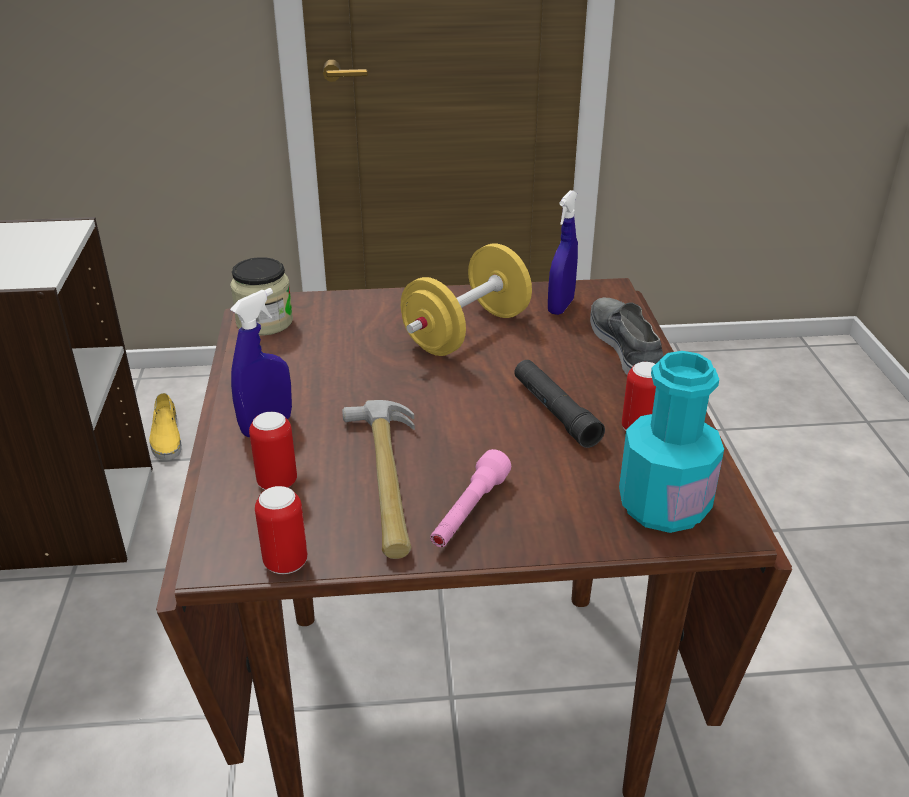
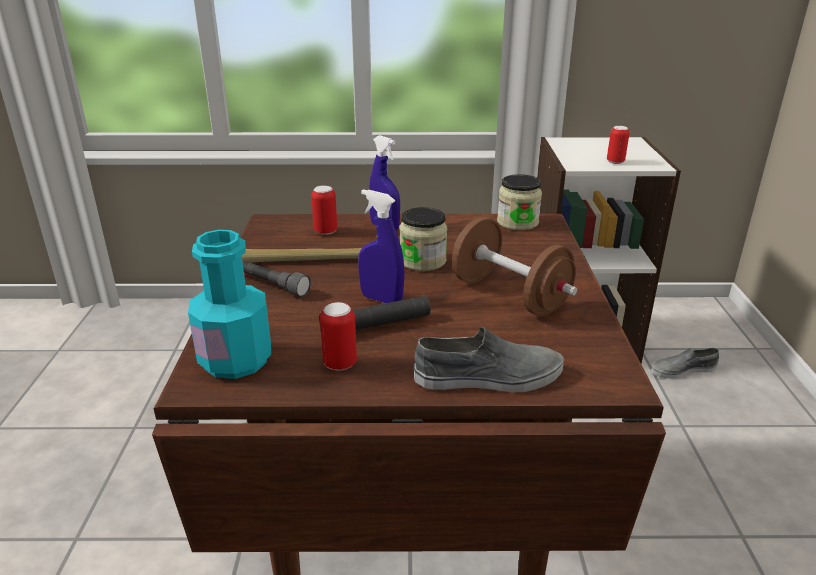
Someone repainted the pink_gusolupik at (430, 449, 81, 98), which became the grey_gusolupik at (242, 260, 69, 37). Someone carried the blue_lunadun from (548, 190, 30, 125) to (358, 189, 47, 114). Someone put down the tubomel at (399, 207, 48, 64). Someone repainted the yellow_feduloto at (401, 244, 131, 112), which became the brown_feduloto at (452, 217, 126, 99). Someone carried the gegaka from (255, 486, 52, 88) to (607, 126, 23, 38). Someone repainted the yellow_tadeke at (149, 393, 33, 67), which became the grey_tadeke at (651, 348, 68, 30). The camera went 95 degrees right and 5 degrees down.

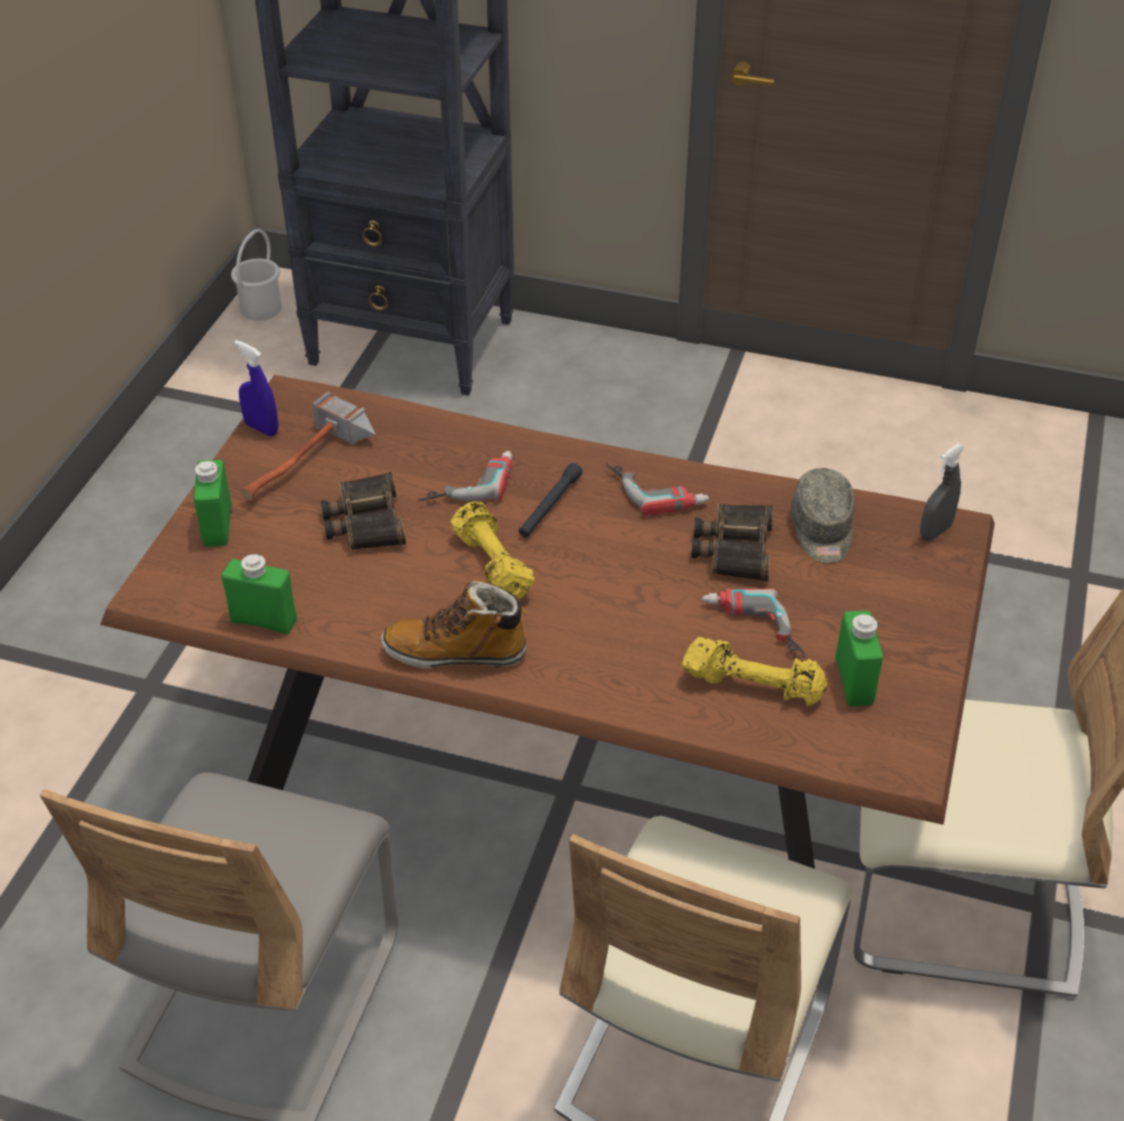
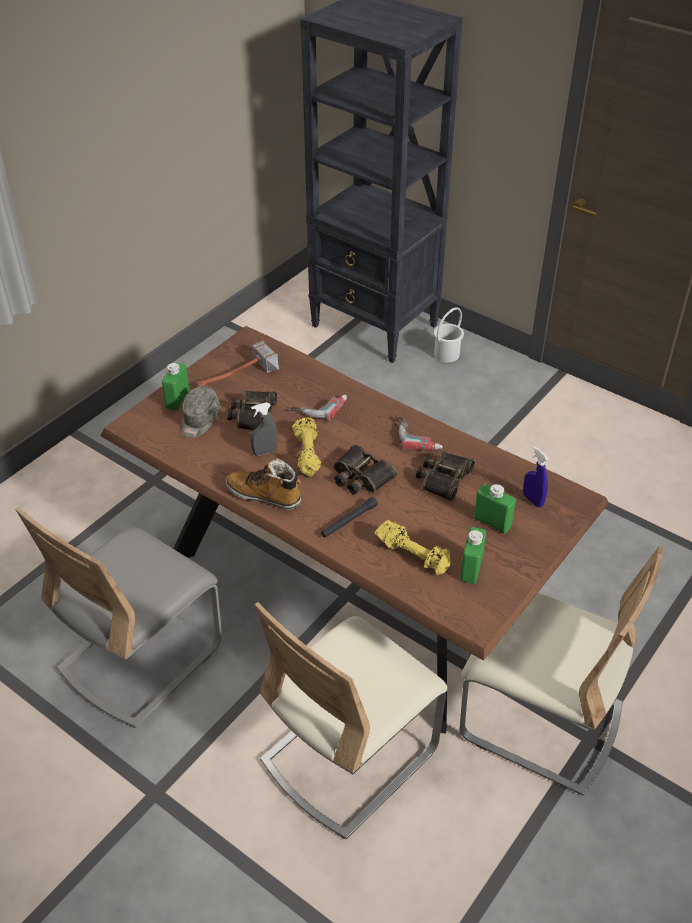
Someone carried the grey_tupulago from (791, 468, 64, 95) to (181, 386, 40, 52). Someone carried the grey_lunadun from (920, 444, 44, 97) to (251, 403, 27, 53). Someone carried the black_gusolupik from (519, 463, 63, 75) to (321, 497, 57, 41). Someone put down the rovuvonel at (334, 444, 63, 51). Someone carried the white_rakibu from (231, 229, 51, 92) to (434, 308, 30, 54). Someone carried the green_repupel from (222, 553, 75, 81) to (474, 484, 42, 50). Someone carried the blue_lunadun from (234, 340, 44, 96) to (523, 446, 26, 62). Someone took away the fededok at (702, 589, 103, 69). The camera went 20 degrees right and 0 degrees up.

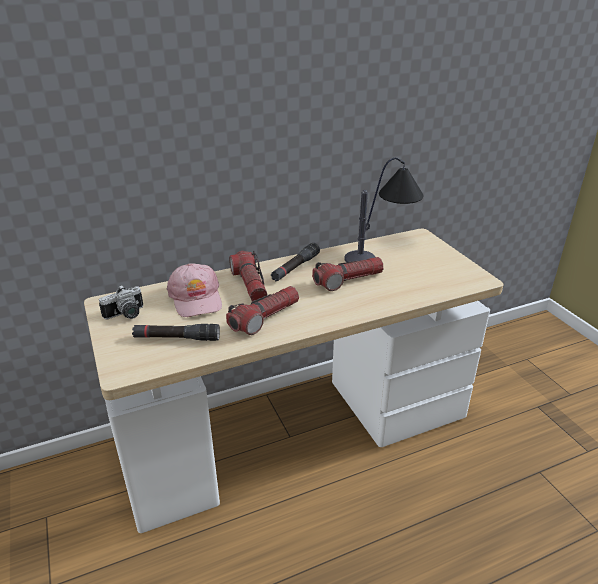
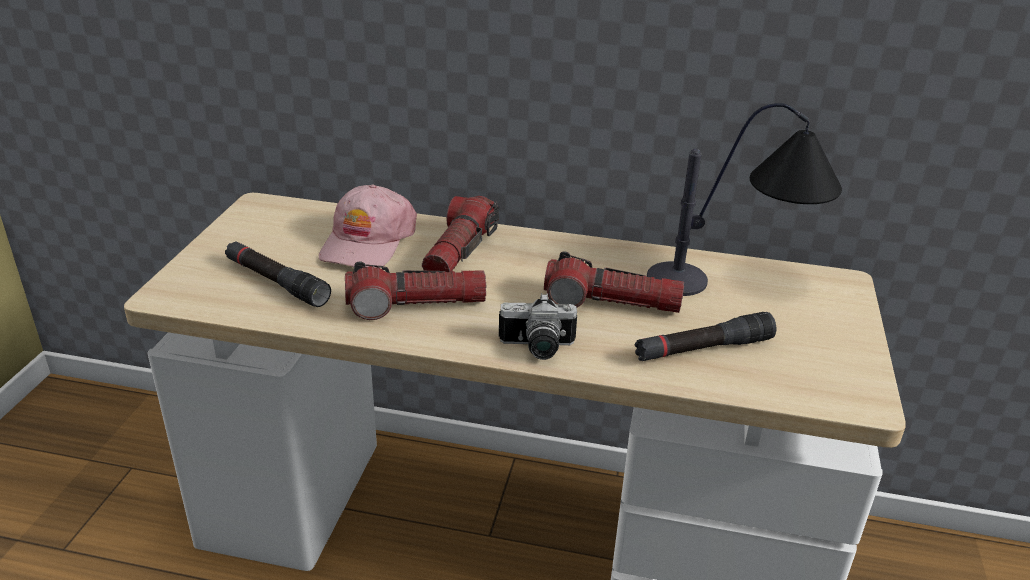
Someone carried the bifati from (99, 285, 44, 35) to (499, 293, 78, 67). Someone carried the black_gusolupik from (271, 243, 49, 38) to (635, 312, 142, 49). The camera went 35 degrees right and 0 degrees up.

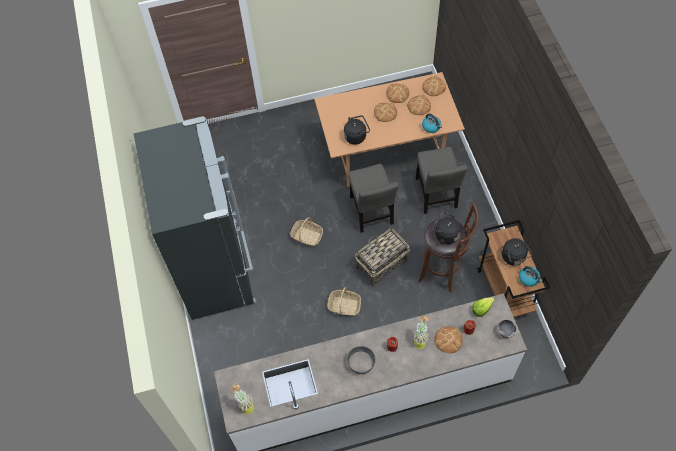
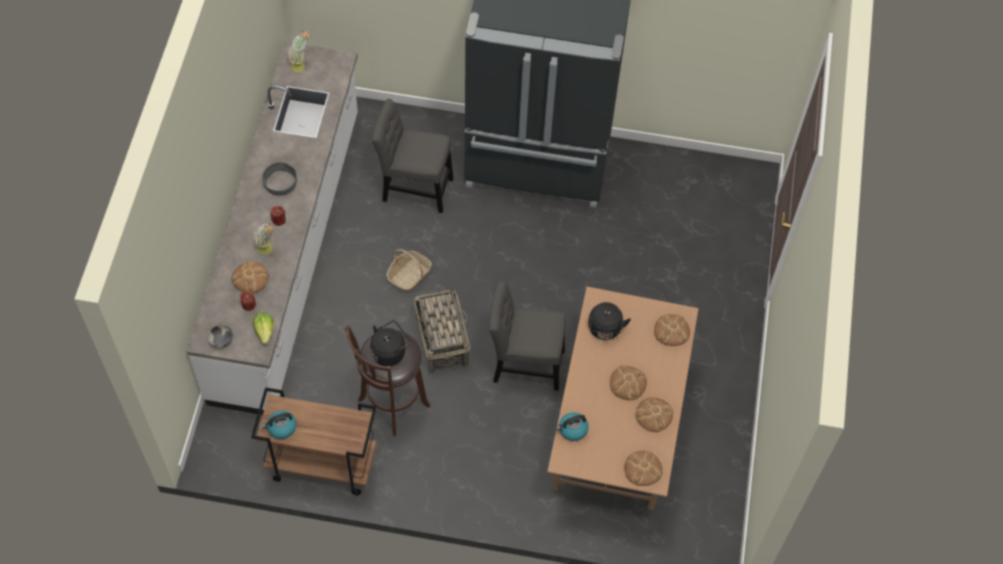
Someone carried the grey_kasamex from (416, 147, 52, 67) to (372, 99, 81, 114). Someone carried the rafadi from (407, 95, 24, 20) to (654, 314, 36, 32). Someone took away the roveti at (290, 217, 33, 30). Someone took away the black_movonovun at (502, 238, 30, 28). The camera went 110 degrees right and 0 degrees up.

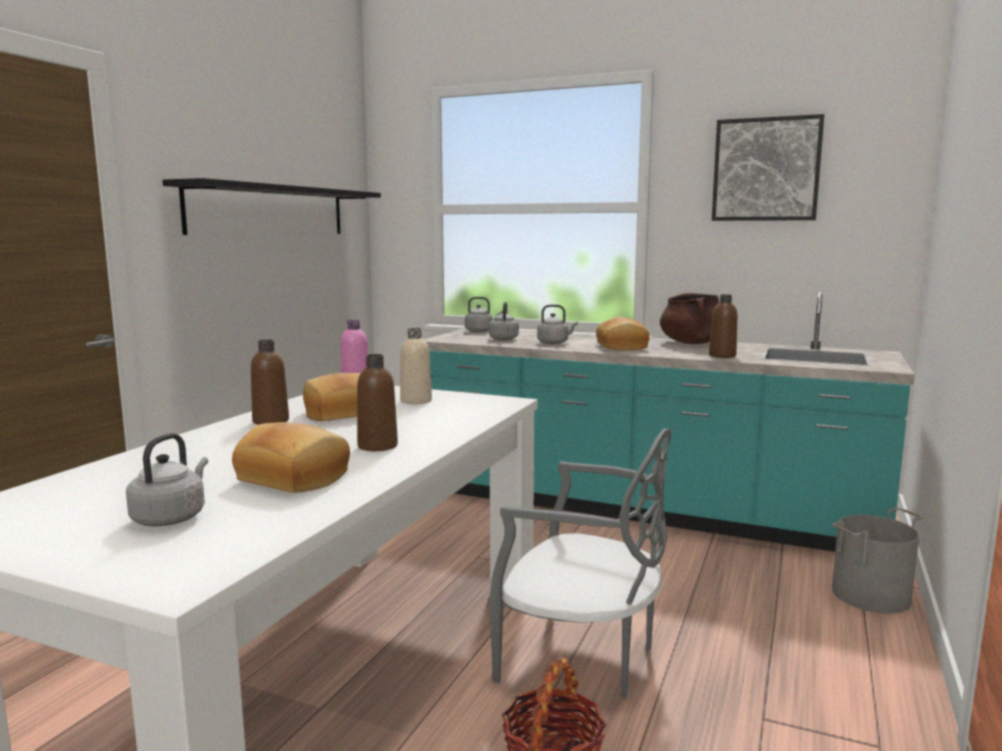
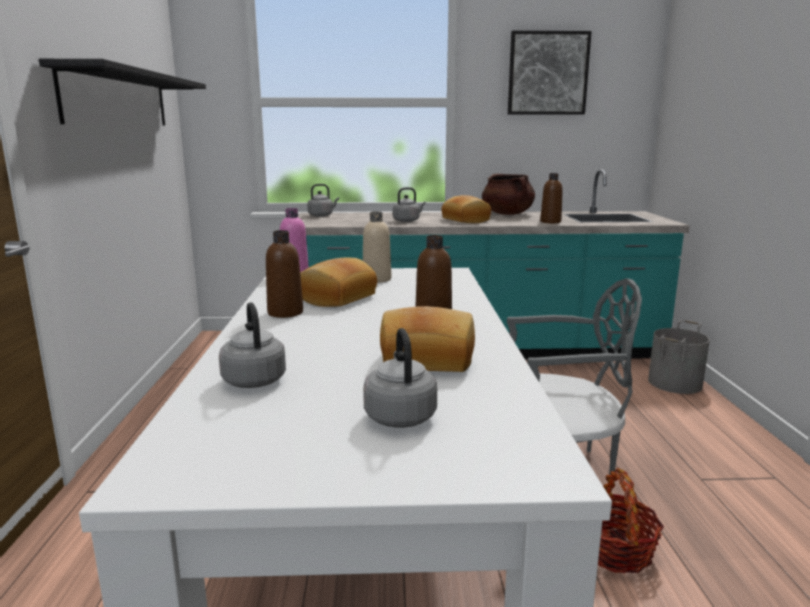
Someone carried the grey_movonovun from (489, 302, 30, 38) to (219, 302, 67, 86). The camera went 25 degrees left and 5 degrees up.

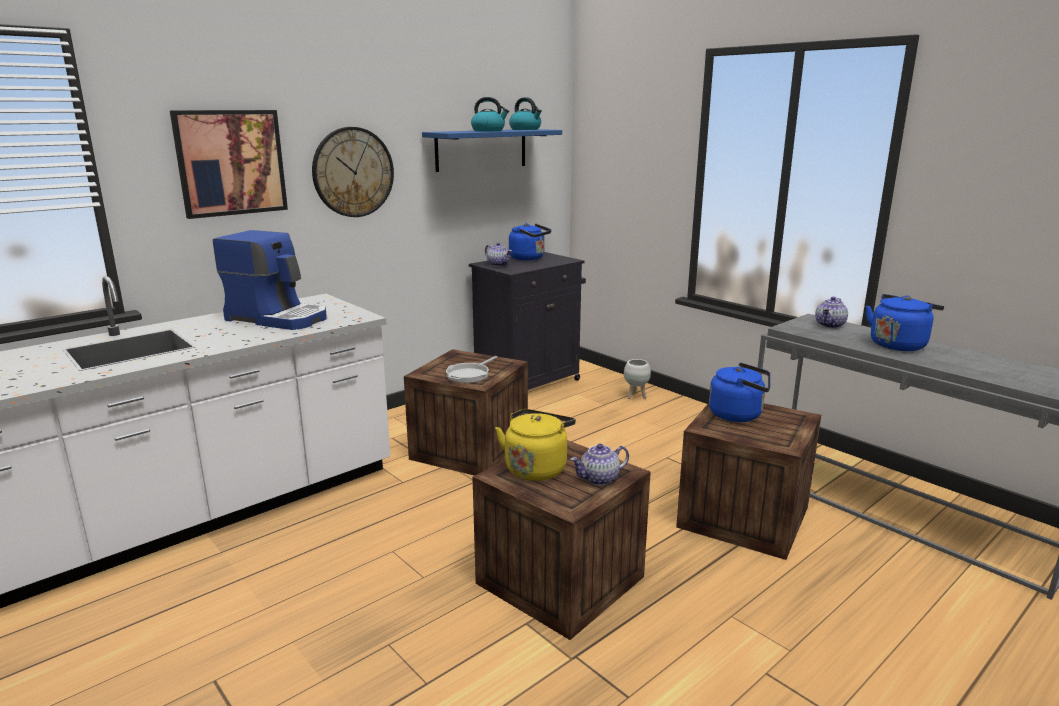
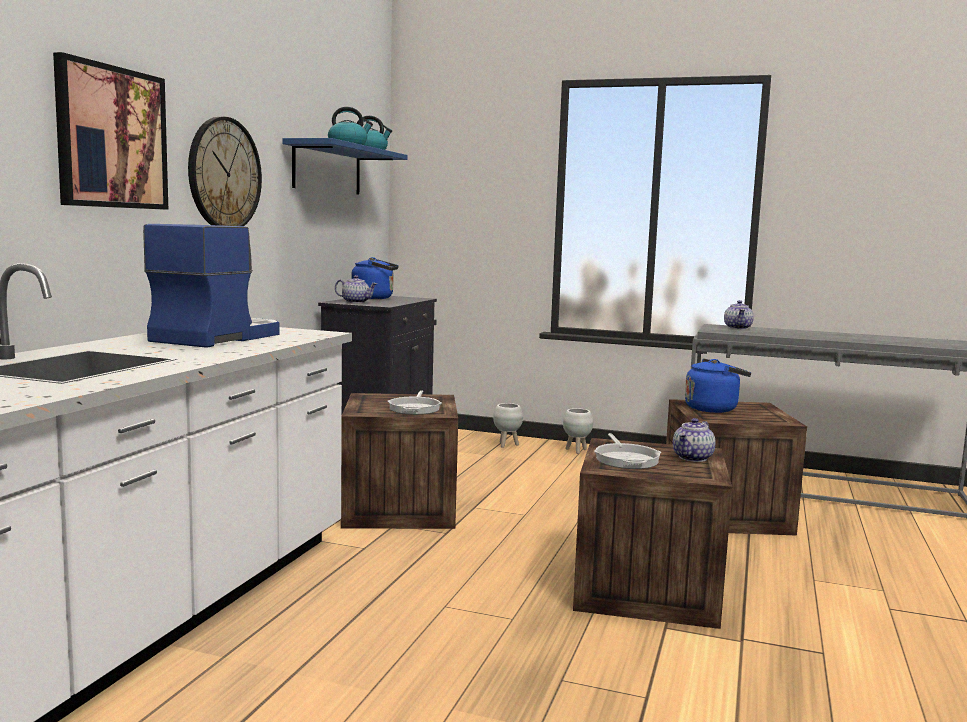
Someone rotated the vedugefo at (213, 230, 114, 100) by 60 degrees counterclockwise. Someone put down the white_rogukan at (563, 408, 30, 46). Someone swapped the yellow_movonovun at (495, 409, 81, 72) for the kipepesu at (594, 433, 67, 36). Someone took away the blue_movonovun at (866, 294, 78, 57). The camera went 30 degrees left and 10 degrees down.

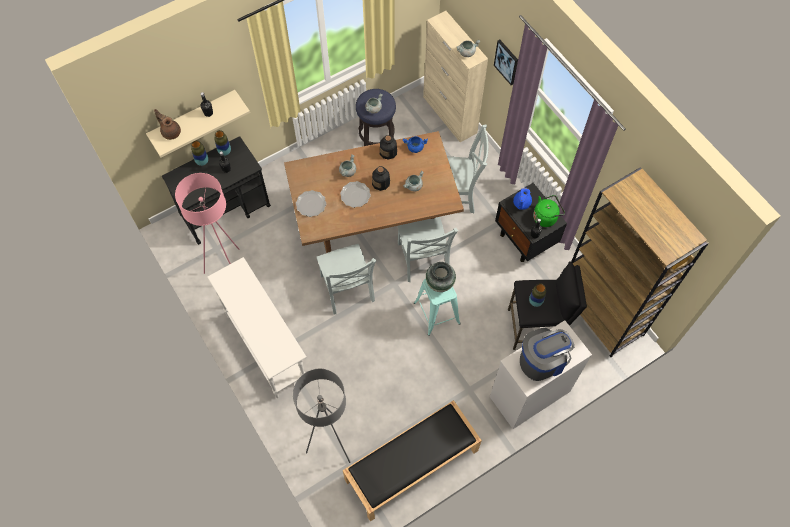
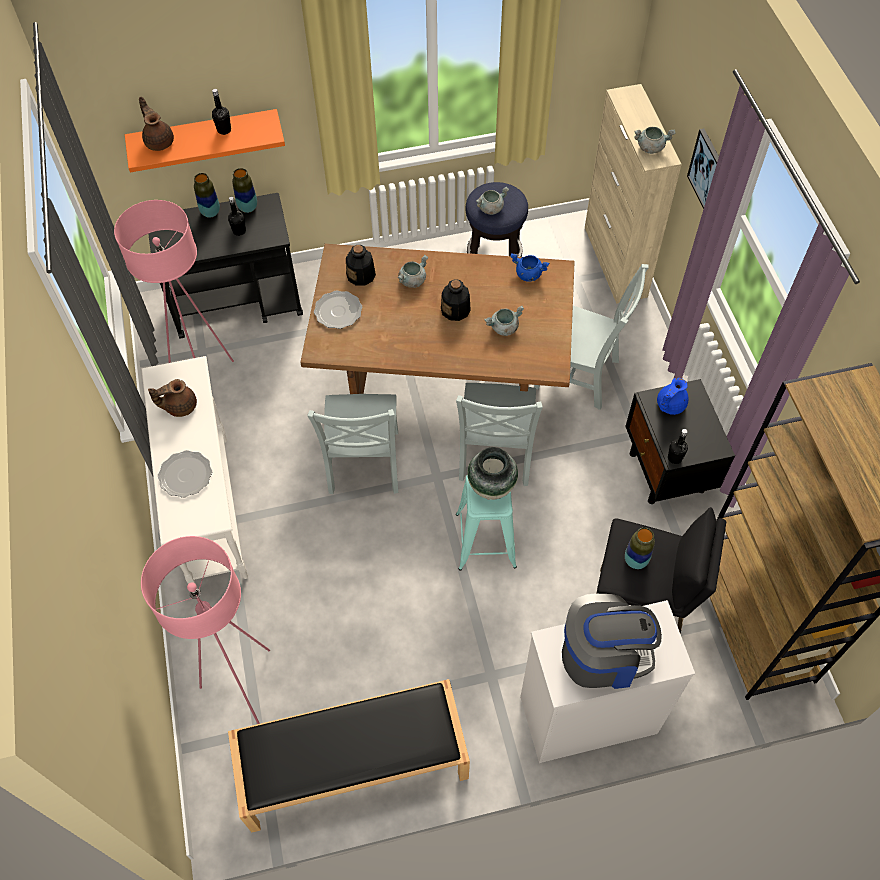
Someone repainted the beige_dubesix at (146, 90, 104, 68), which became the orange_dubesix at (125, 109, 160, 63). Someone repainted the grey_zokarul at (293, 369, 57, 94), which became the pink_zokarul at (141, 536, 129, 188). Someone put down the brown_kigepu at (148, 379, 49, 38). Someone carried the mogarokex from (340, 181, 31, 27) to (158, 450, 54, 48). Someone carried the repupel from (380, 135, 17, 25) to (346, 245, 30, 41). Someone took away the green_movonovun at (533, 195, 32, 32). The camera went 20 degrees right and 5 degrees down.

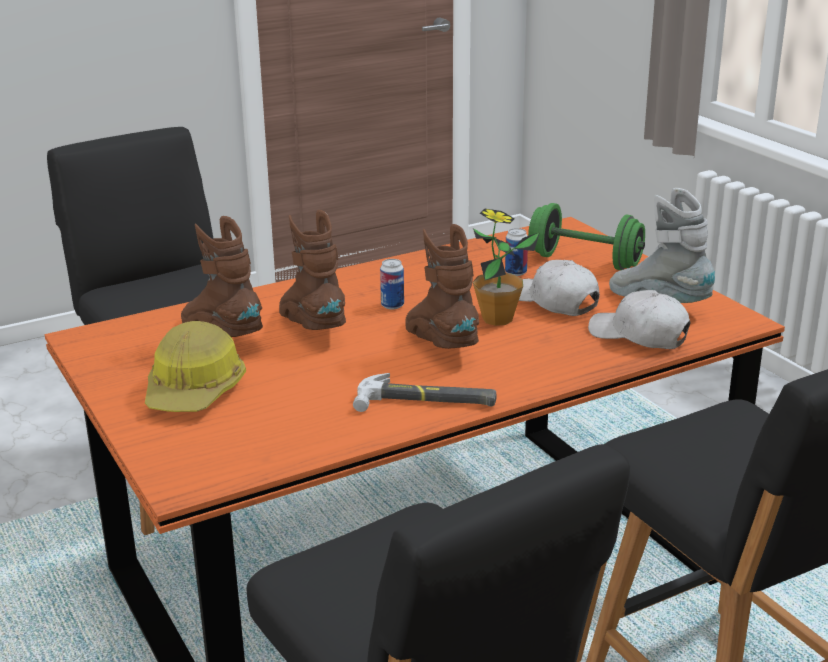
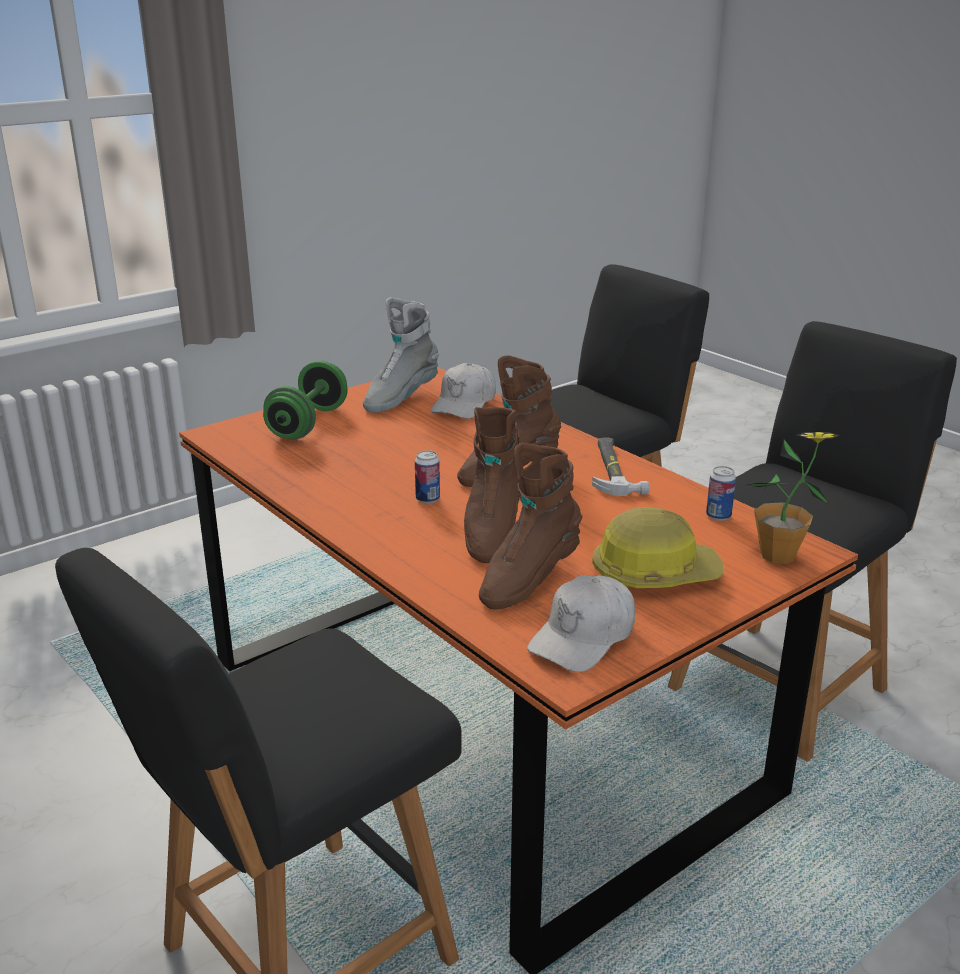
Someone rotated the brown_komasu at (279, 210, 67, 120) by 45 degrees counterclockwise. Someone carried the white_tupulago from (519, 260, 81, 56) to (527, 575, 108, 97). Someone carried the gegaka from (505, 228, 23, 48) to (706, 466, 30, 55). Someone carried the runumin from (473, 209, 67, 117) to (743, 432, 96, 132). The camera went 100 degrees left and 0 degrees up.

